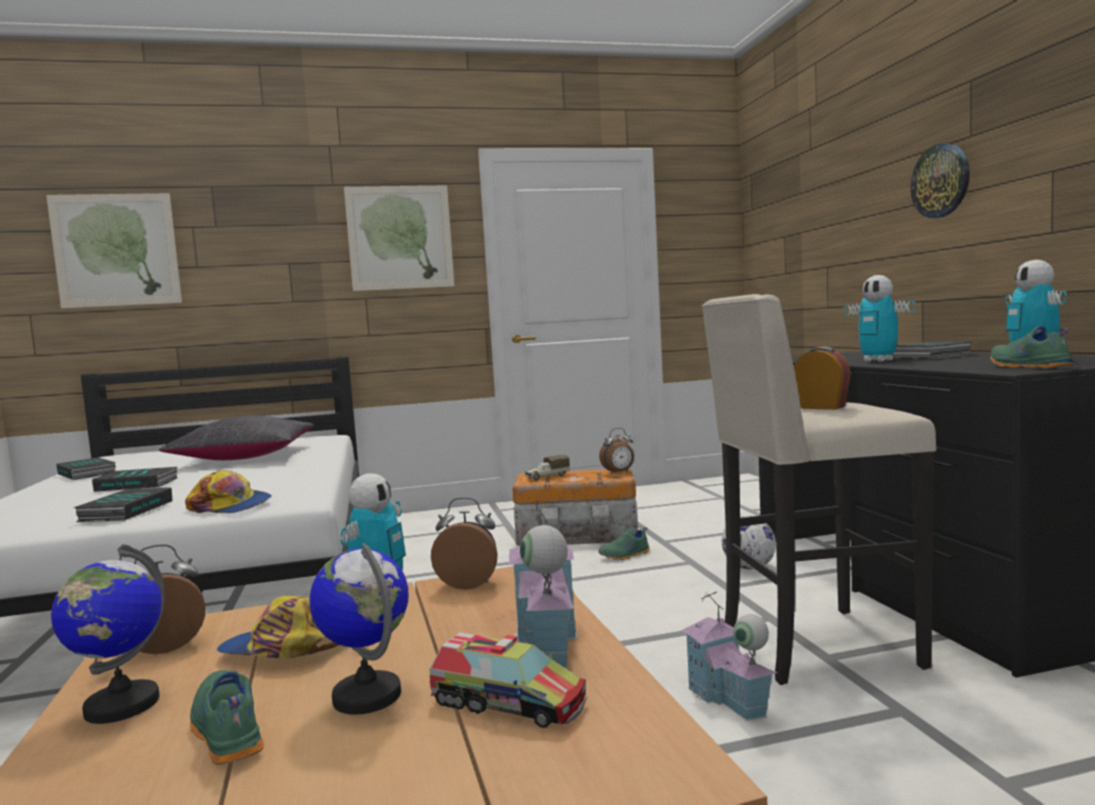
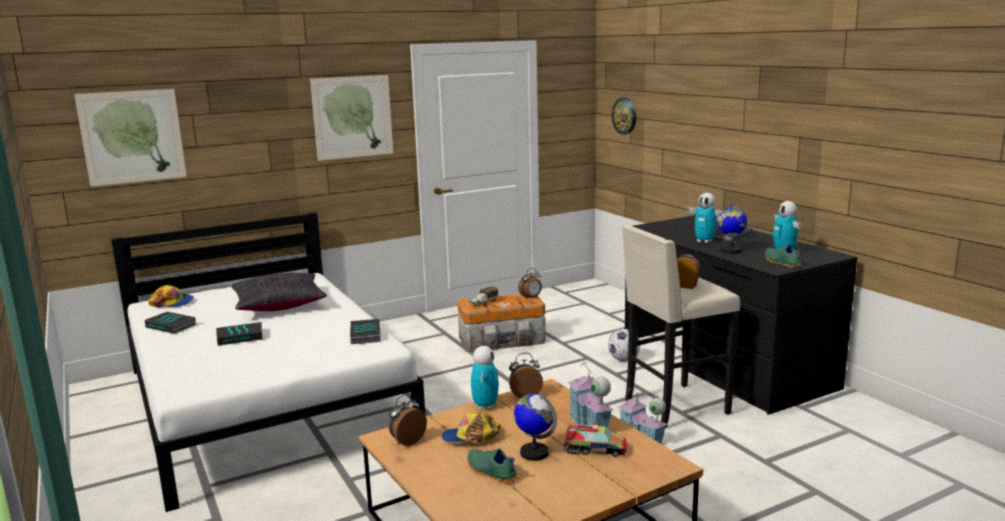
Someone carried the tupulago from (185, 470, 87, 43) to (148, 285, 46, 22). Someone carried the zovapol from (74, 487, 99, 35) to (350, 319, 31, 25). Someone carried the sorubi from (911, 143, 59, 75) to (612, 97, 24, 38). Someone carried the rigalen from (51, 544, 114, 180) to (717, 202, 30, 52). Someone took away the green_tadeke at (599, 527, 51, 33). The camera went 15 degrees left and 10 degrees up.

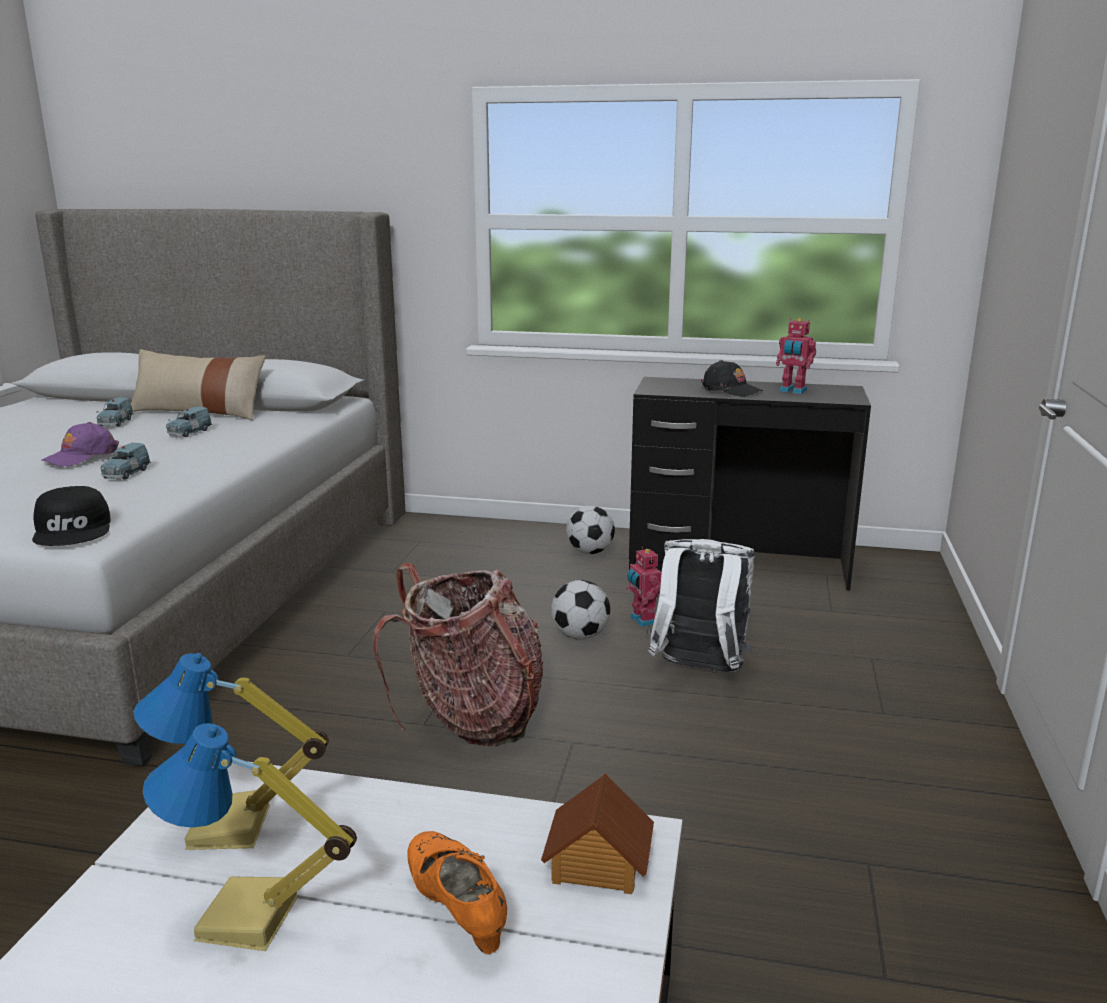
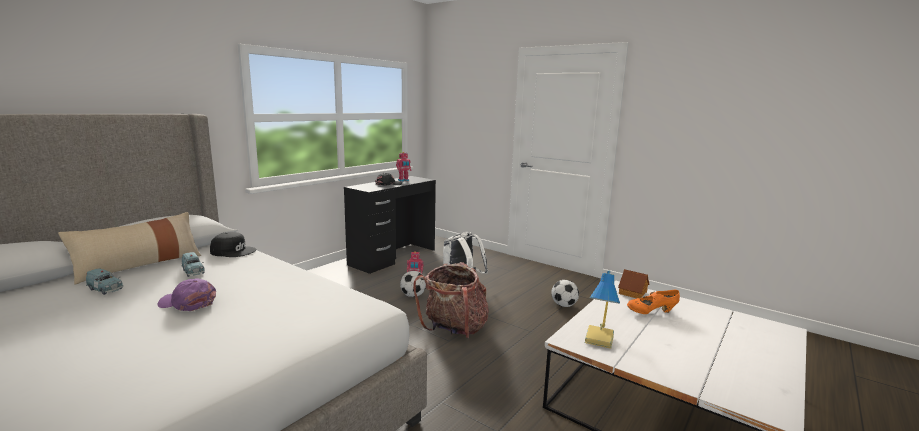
Someone rotated the purple_tupulago at (41, 422, 78, 45) by 135 degrees clockwise. Someone carried the black_tupulago from (32, 486, 79, 60) to (210, 232, 47, 25). Someone carried the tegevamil from (566, 506, 49, 48) to (551, 280, 28, 27). Someone took away the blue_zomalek at (101, 443, 50, 37). Someone took away the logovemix at (143, 723, 214, 228). The camera went 65 degrees left and 5 degrees down.

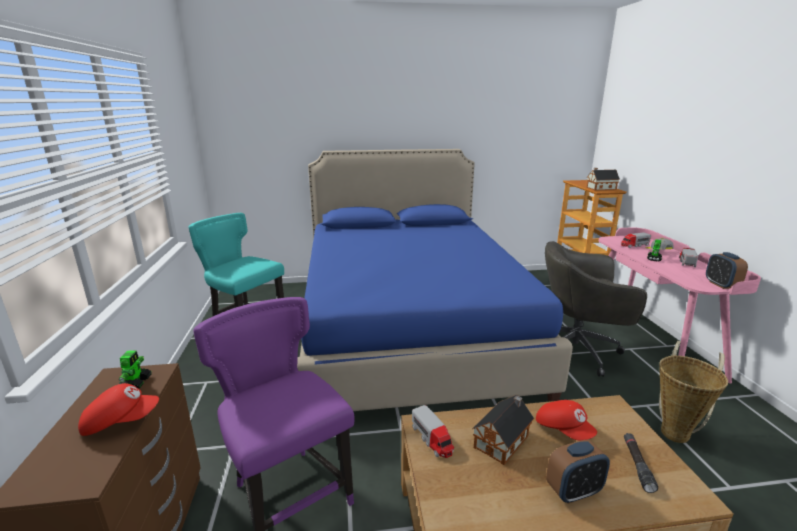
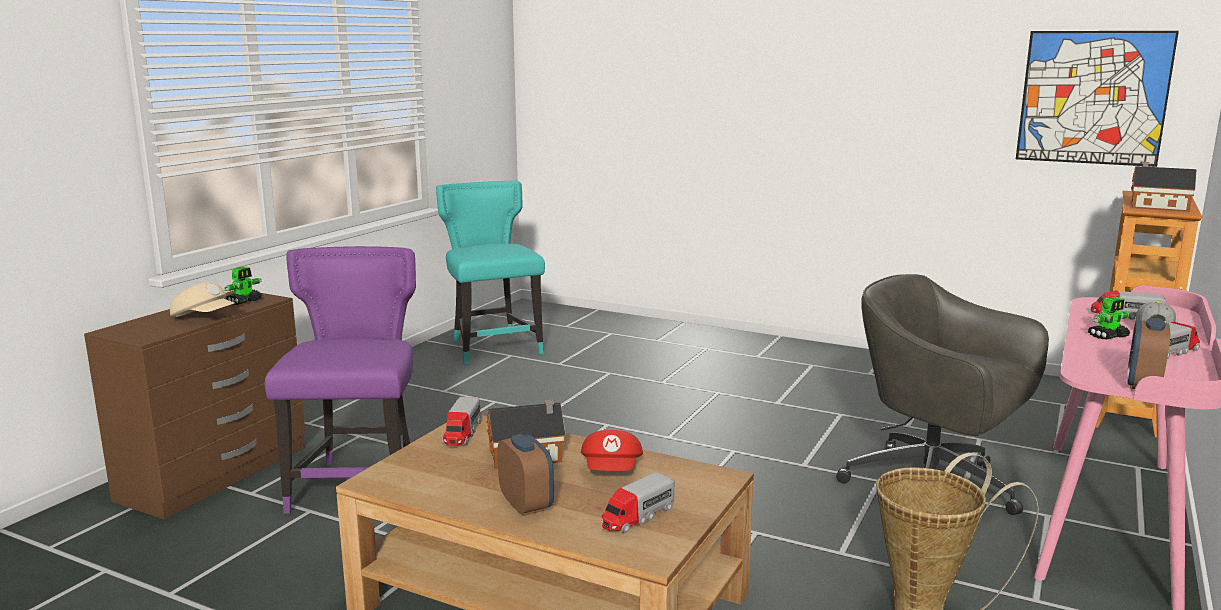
Someone repainted the red_tupulago at (78, 383, 81, 53), which became the beige_tupulago at (170, 282, 64, 35). Someone rotated the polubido at (546, 439, 64, 65) by 135 degrees counterclockwise. Someone swapped the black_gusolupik at (624, 433, 34, 60) for the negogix at (602, 472, 73, 61). Someone put up the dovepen at (1016, 31, 163, 136). Someone took away the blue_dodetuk at (297, 149, 276, 262). The camera went 35 degrees right and 5 degrees down.

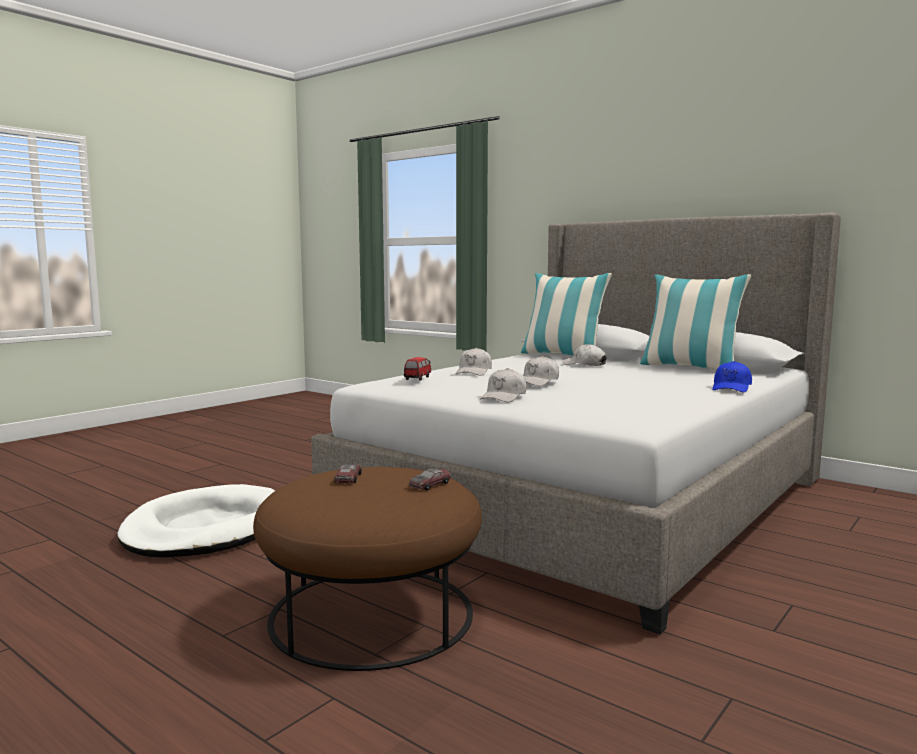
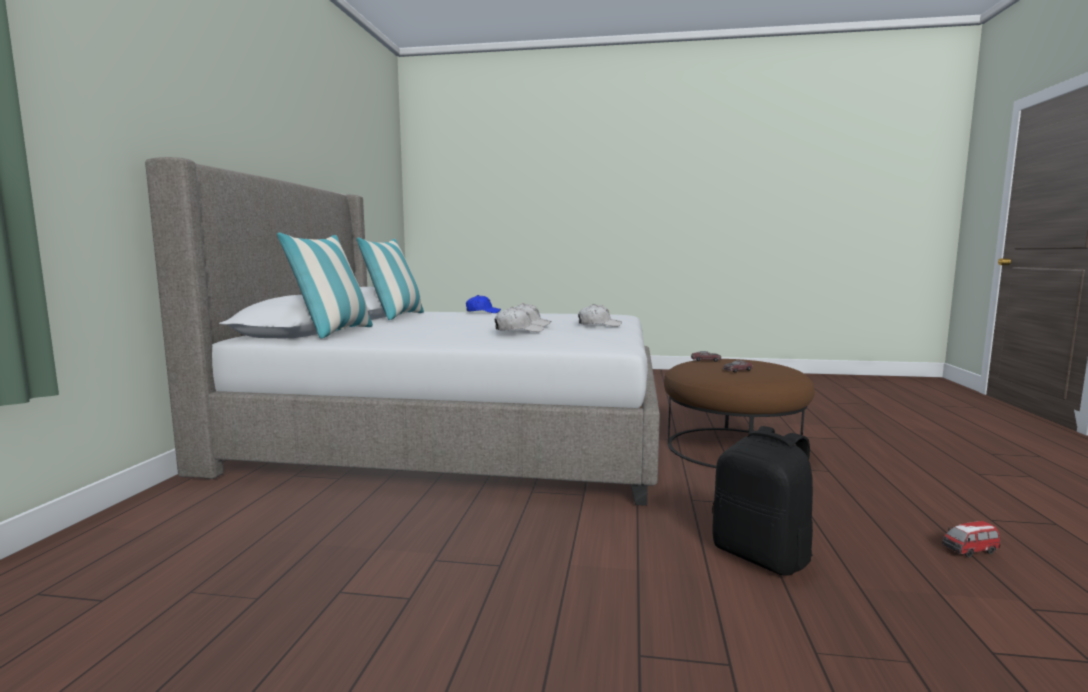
Someone swapped the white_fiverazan at (118, 484, 157, 74) for the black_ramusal at (712, 426, 101, 150). Someone carried the zomalek from (404, 357, 27, 24) to (942, 521, 58, 37). Someone took away the white_tupulago at (562, 344, 44, 22). The camera went 120 degrees left and 0 degrees up.

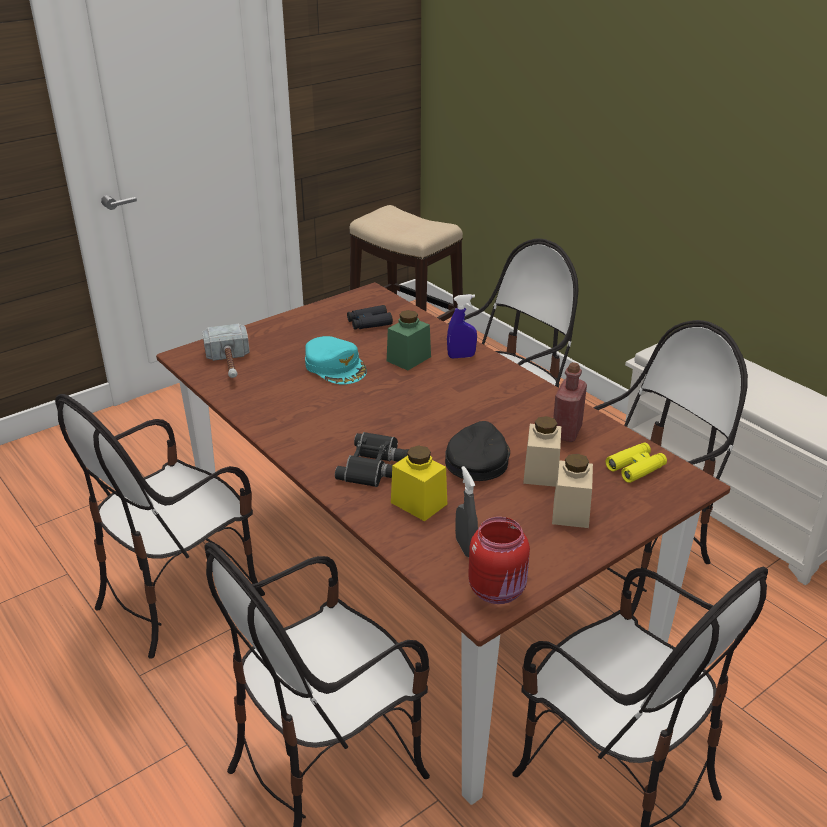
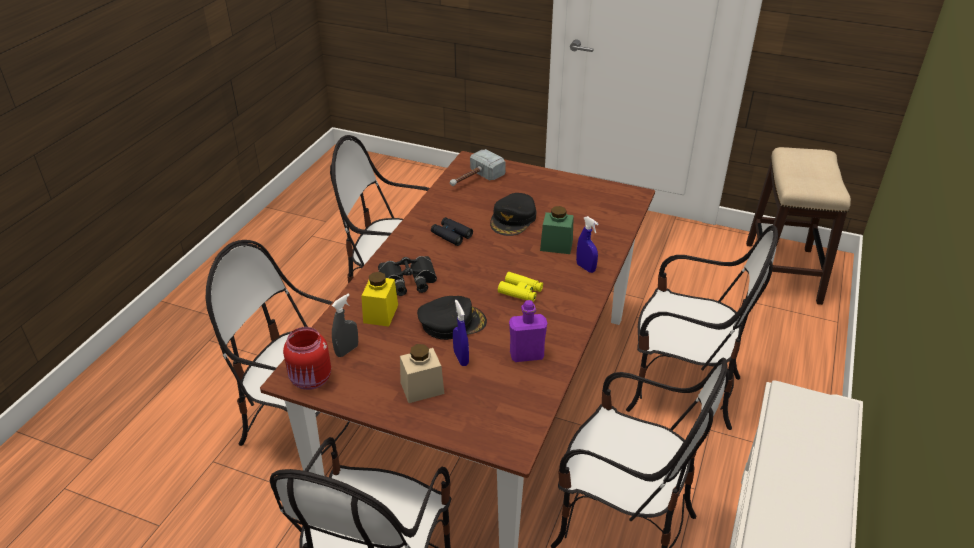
Someone carried the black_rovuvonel from (347, 305, 46, 25) to (431, 217, 42, 29). Someone swapped the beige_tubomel at (523, 416, 38, 71) for the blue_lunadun at (453, 300, 16, 66). Someone repainted the turquoise_tupulago at (305, 336, 62, 48), which became the black_tupulago at (490, 193, 46, 43). Someone carried the yellow_rovuvonel from (606, 442, 61, 41) to (498, 272, 45, 30). Someone repainted the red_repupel at (553, 362, 34, 80), which became the purple_repupel at (509, 300, 38, 62). The camera went 60 degrees right and 5 degrees up.

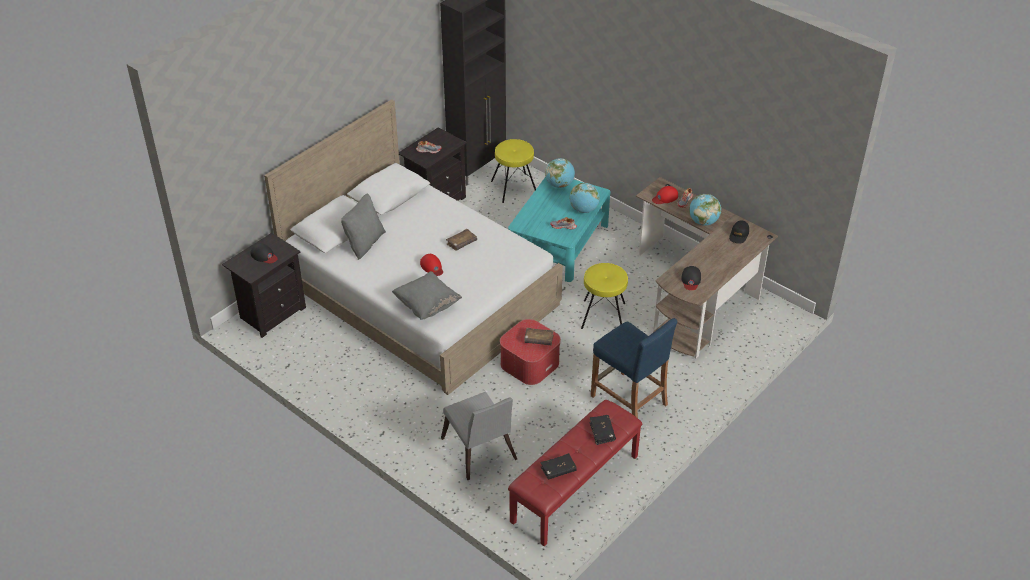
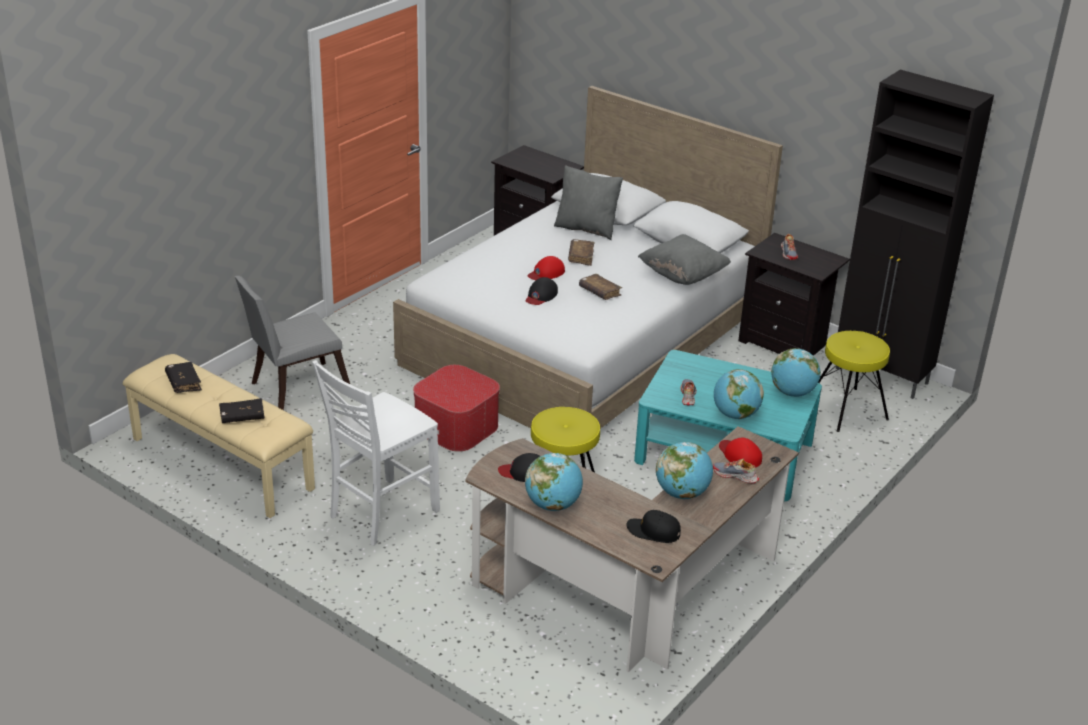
Someone repainted the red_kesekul at (508, 400, 135, 147), which became the beige_kesekul at (123, 354, 192, 164). Someone swapped the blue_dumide at (591, 318, 86, 100) for the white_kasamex at (312, 360, 128, 186). Someone put down the rigalen at (525, 453, 58, 58). Someone carried the black_tupulago from (250, 243, 28, 20) to (526, 277, 32, 28). Someone carried the brown_zovapol from (524, 328, 30, 17) to (568, 239, 26, 27). Someone carried the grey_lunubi from (392, 271, 70, 49) to (638, 234, 93, 51). The camera went 85 degrees right and 10 degrees down.

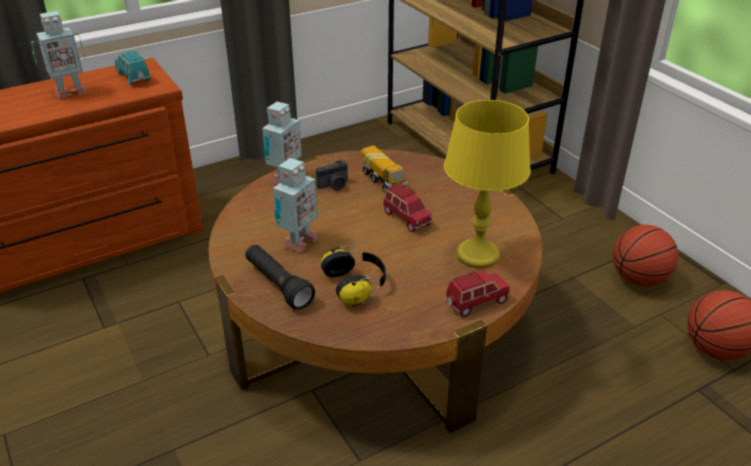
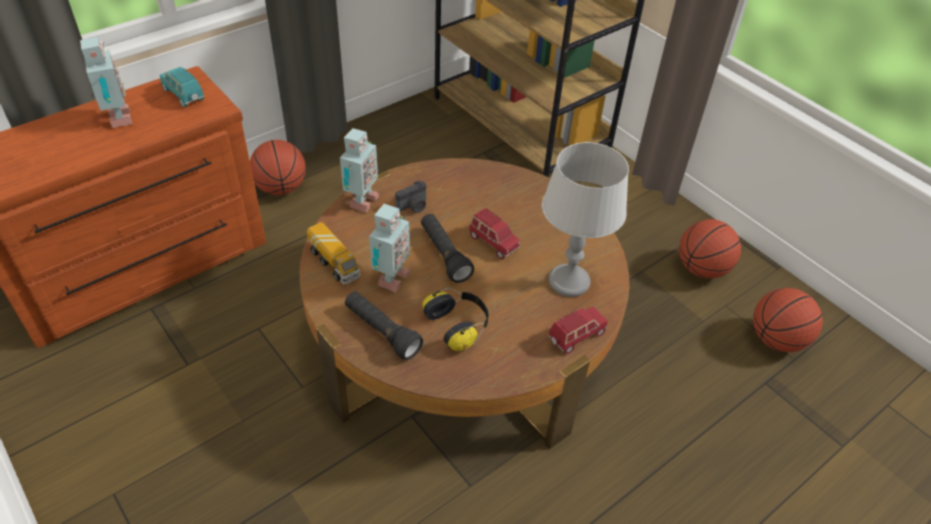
Someone rotated the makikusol at (31, 11, 56, 88) by 75 degrees counterclockwise. Someone put down the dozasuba at (250, 140, 56, 55). Someone carried the negogix from (361, 145, 47, 48) to (307, 222, 54, 63). Someone put down the black_gusolupik at (421, 214, 53, 69). Someone repainted the yellow_logovemix at (444, 100, 87, 168), which became the grey_logovemix at (542, 142, 87, 155). The camera went 10 degrees left and 10 degrees up.

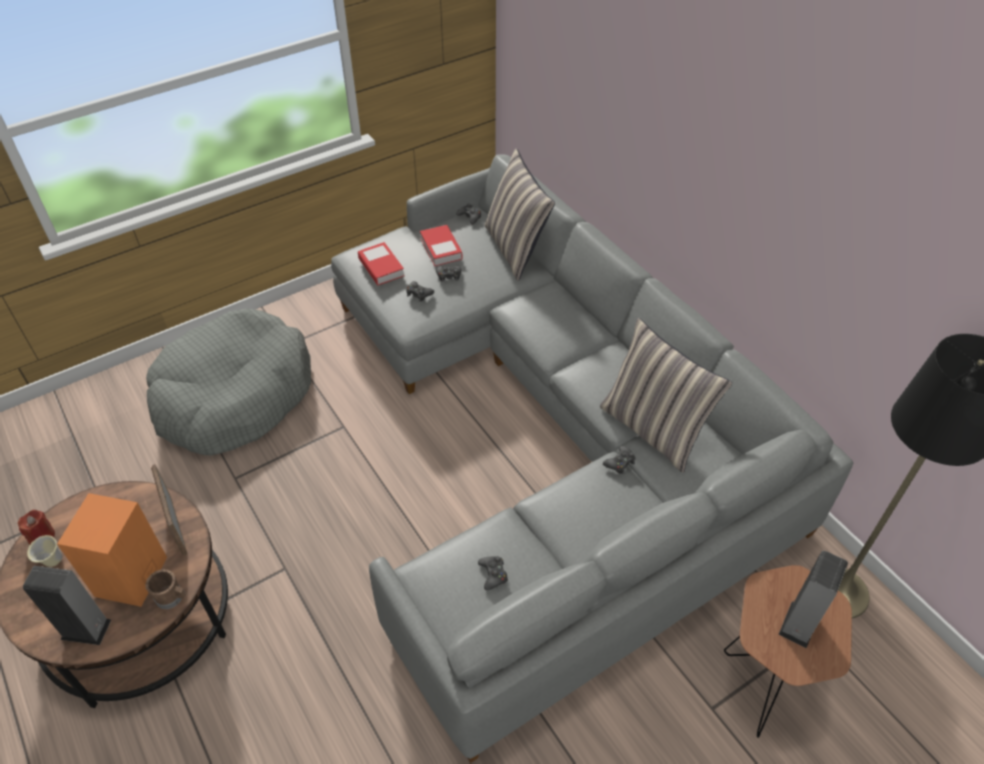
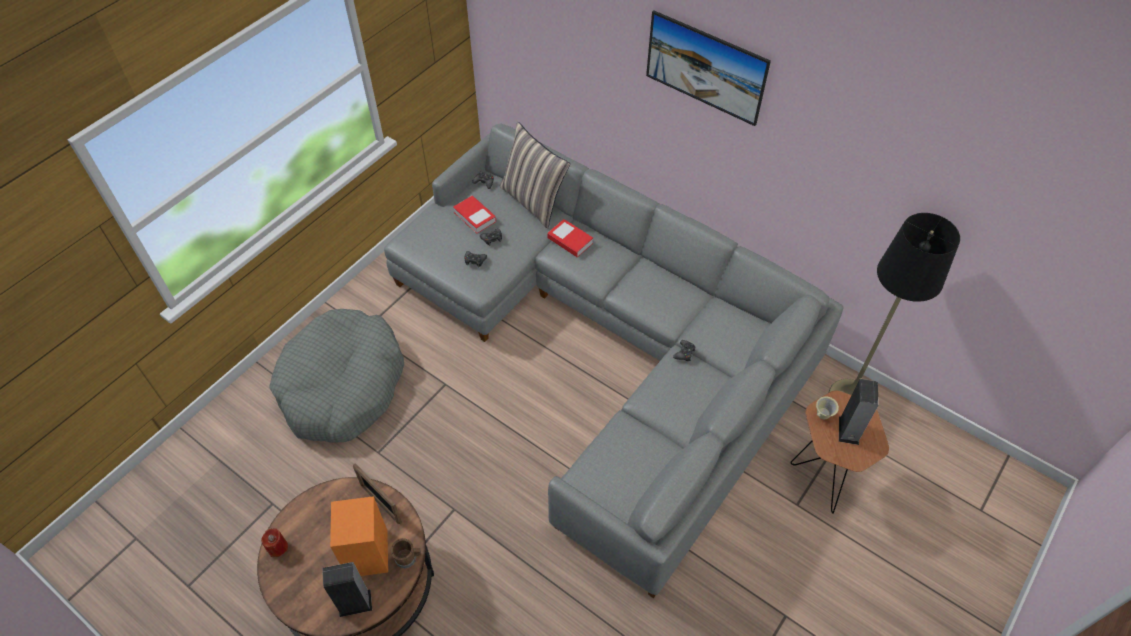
Someone carried the zovapol from (358, 242, 46, 43) to (547, 219, 46, 38). Someone put up the dovepen at (646, 10, 125, 116). Someone carried the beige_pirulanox from (27, 535, 35, 32) to (816, 396, 23, 23). Someone took away the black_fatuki at (478, 556, 30, 34). Someone took away the lunubi at (600, 318, 132, 155). The camera went 20 degrees left and 5 degrees up.

